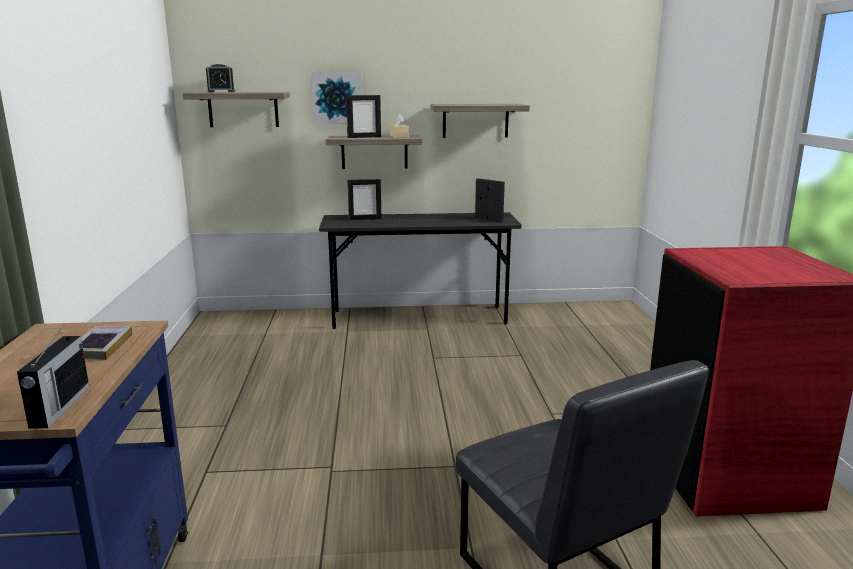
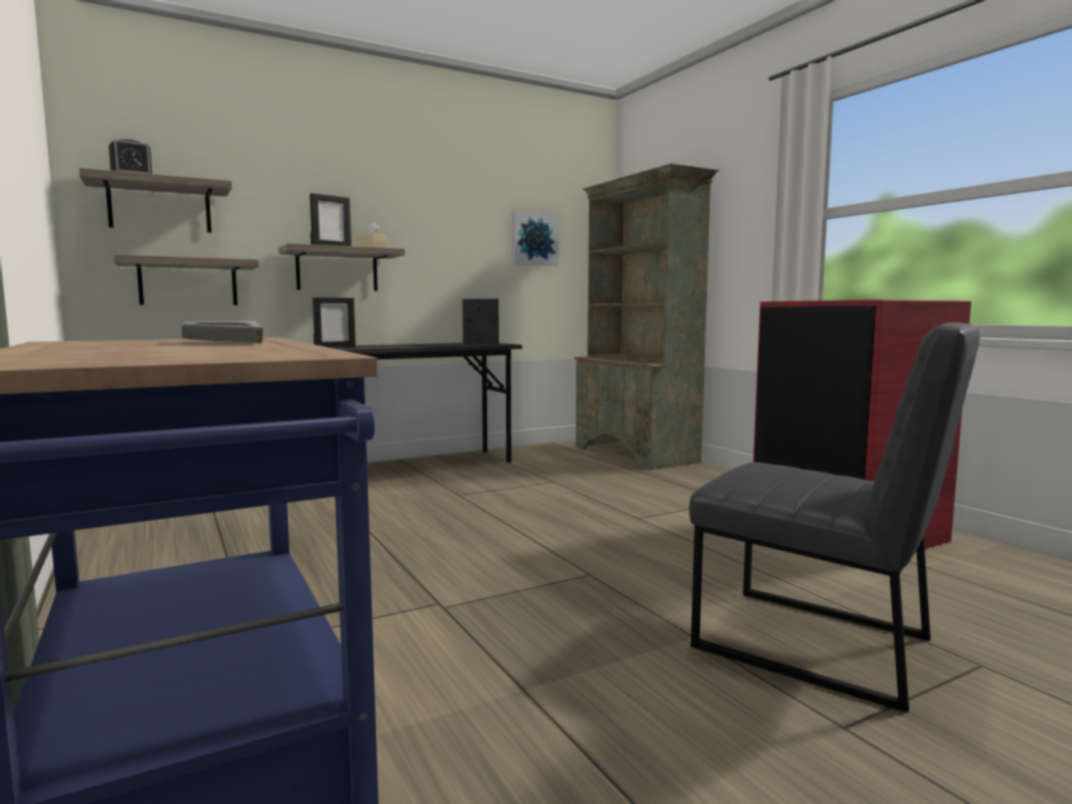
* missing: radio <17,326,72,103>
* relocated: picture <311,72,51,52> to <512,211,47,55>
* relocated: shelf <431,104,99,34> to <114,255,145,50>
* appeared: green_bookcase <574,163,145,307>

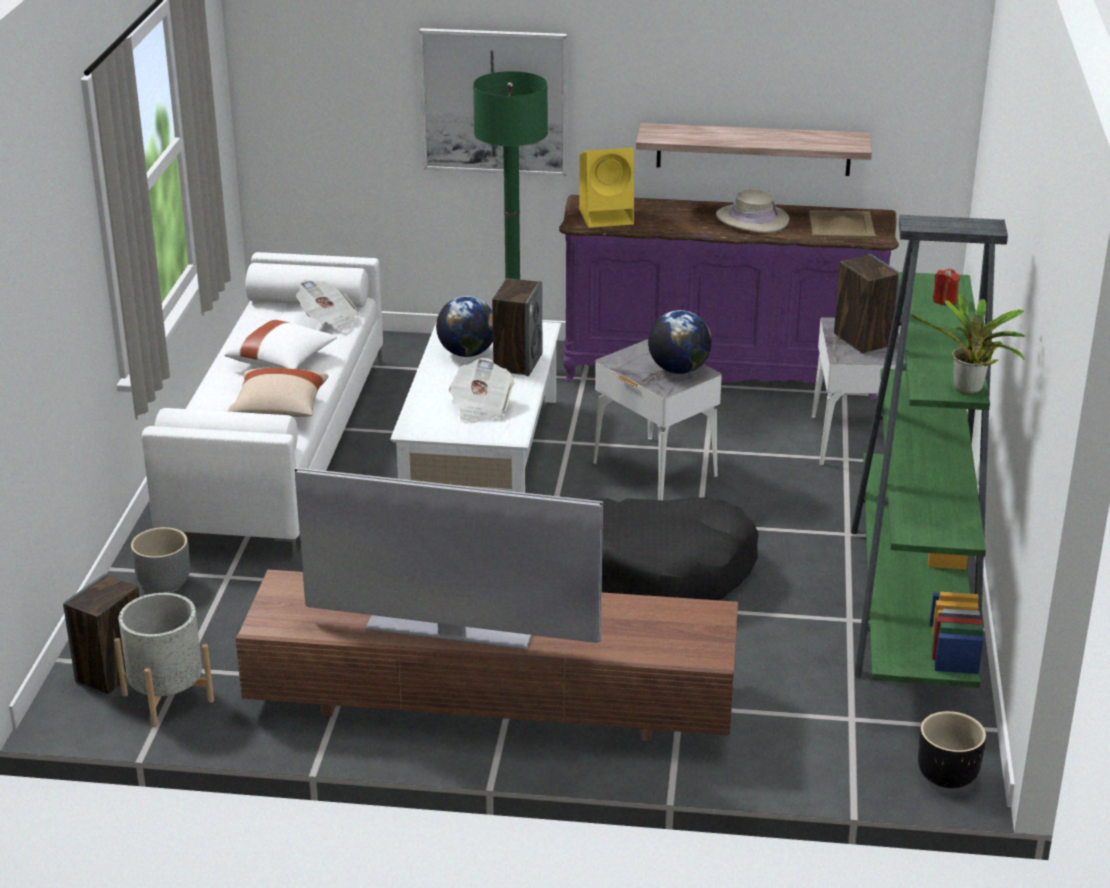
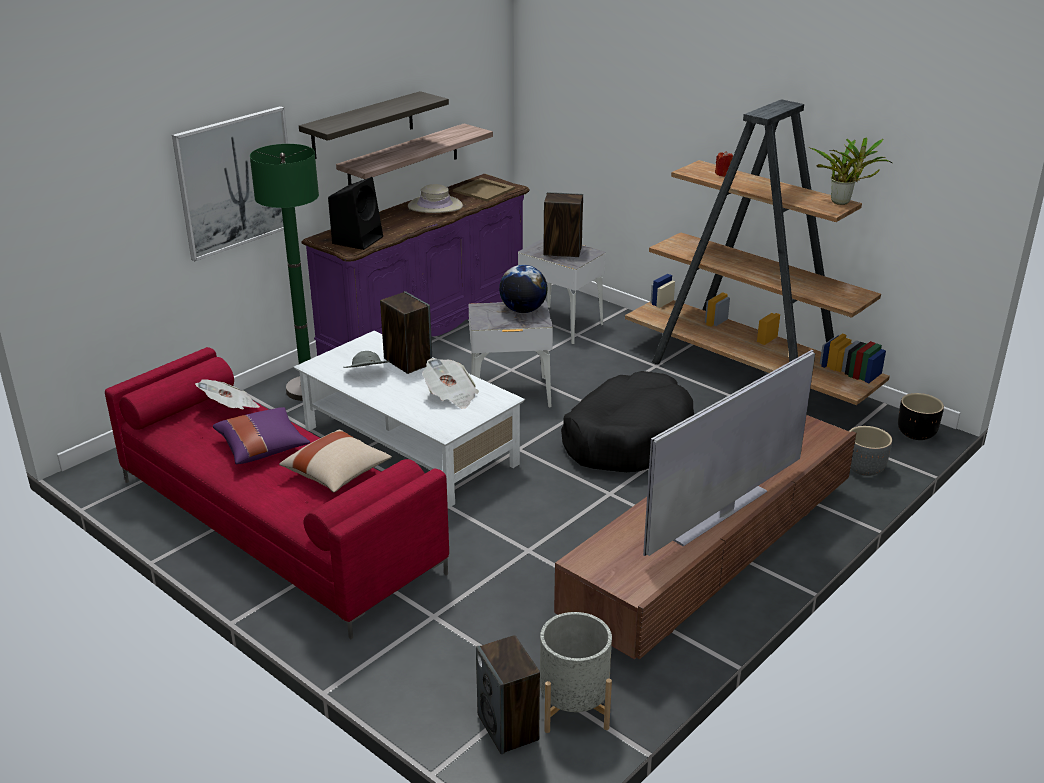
* relocated: grey_planter <131,527,59,65> to <849,426,43,50>
* colour: white_sofa <142,252,241,308> to red_sofa <105,347,344,292>
* colour: white_pillow <224,319,113,50> to purple_pillow <213,407,97,57>
* exchanged: globe <436,296,57,61> to grey_hat <343,351,47,17>
* colour: yellow_speaker <579,147,55,81> to black_speaker <328,177,55,73>
* colour: green_bookcase <851,215,157,473> to brown_bookcase <625,99,265,306>
* appeared: shelf <299,91,150,68>

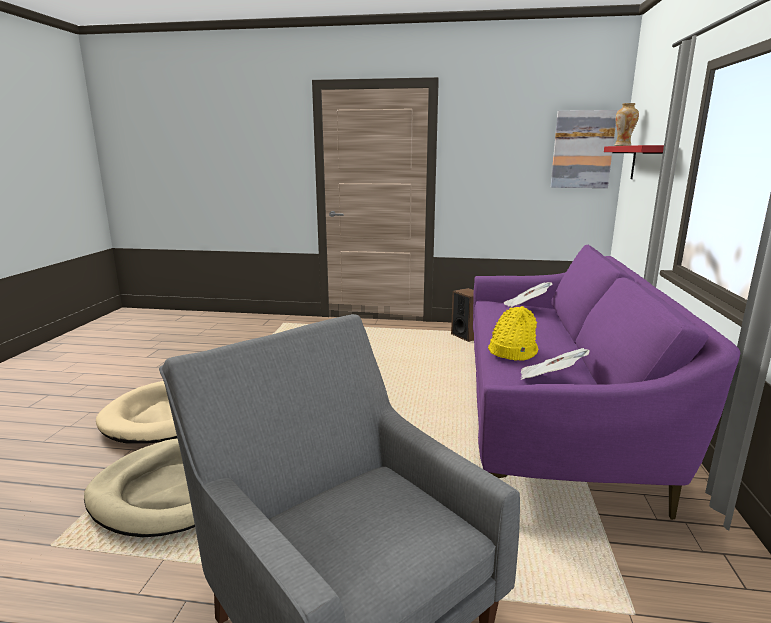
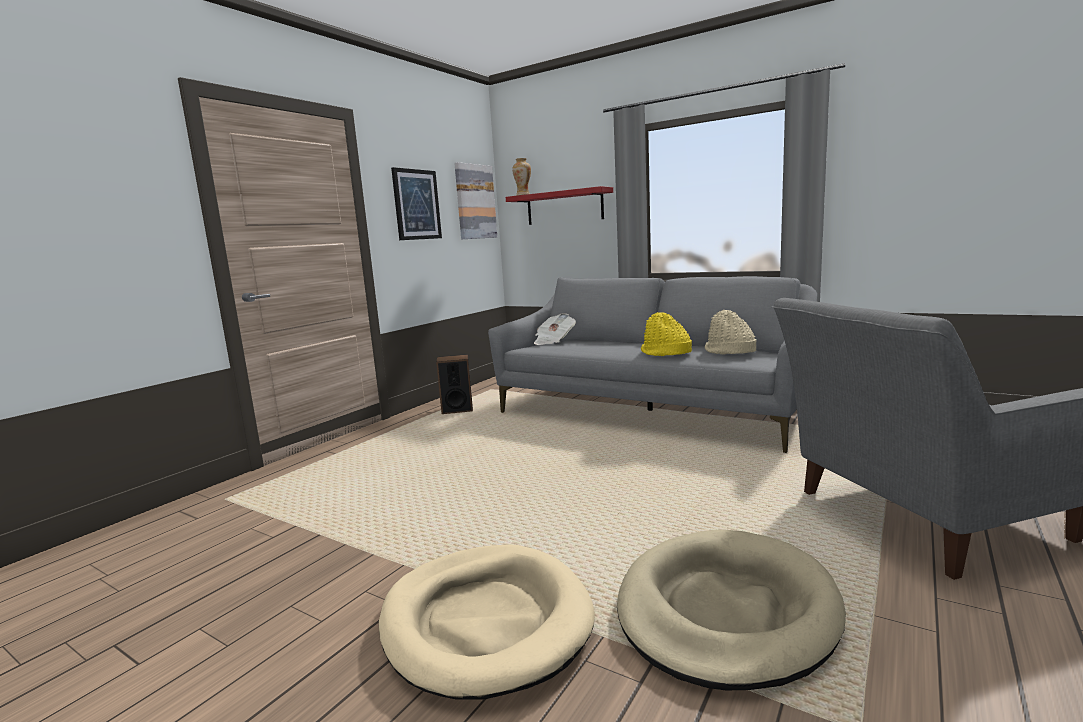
* colour: purple_sofa <473,245,267,275> to grey_sofa <488,276,329,177>
* exchanged: newspaper <520,348,70,32> to beige_hat <705,310,52,45>
* appeared: picture <391,167,51,73>

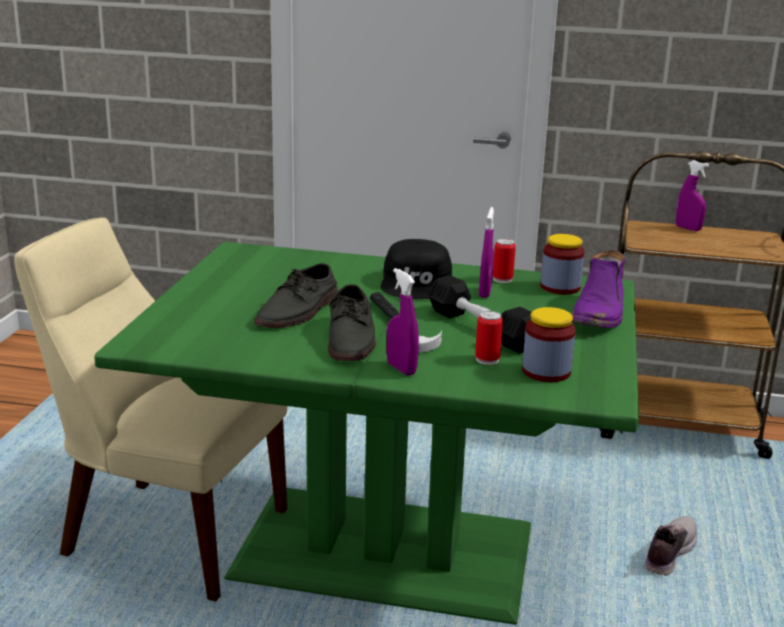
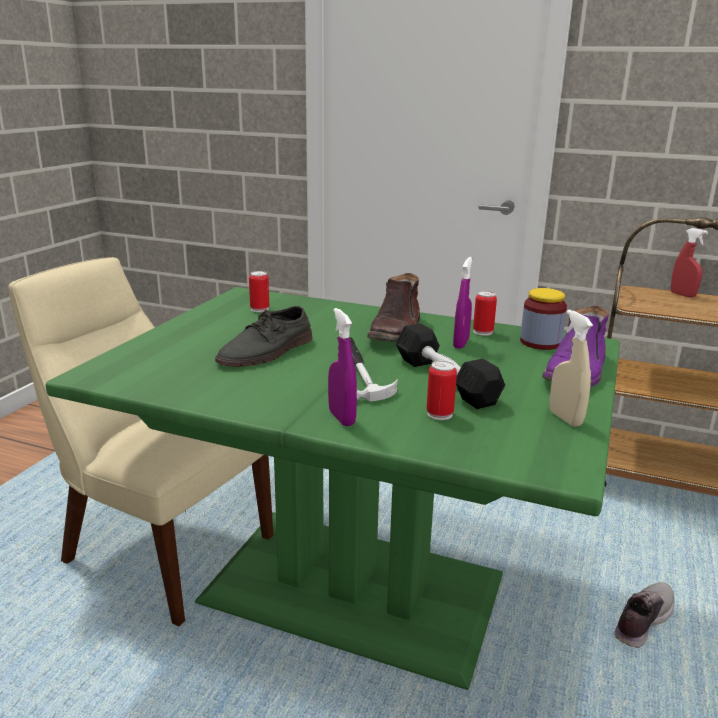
* missing: grey_shoe <328,284,48,77>
* exchanged: black_cap <381,239,71,60> to brown_boot <367,273,53,69>
* missing: jar <522,307,54,75>
* colour: purple_spray_bottle <676,160,33,71> to red_spray_bottle <671,228,37,69>
* appeared: can <249,271,20,41>
* appeared: beige_spray_bottle <550,310,43,117>

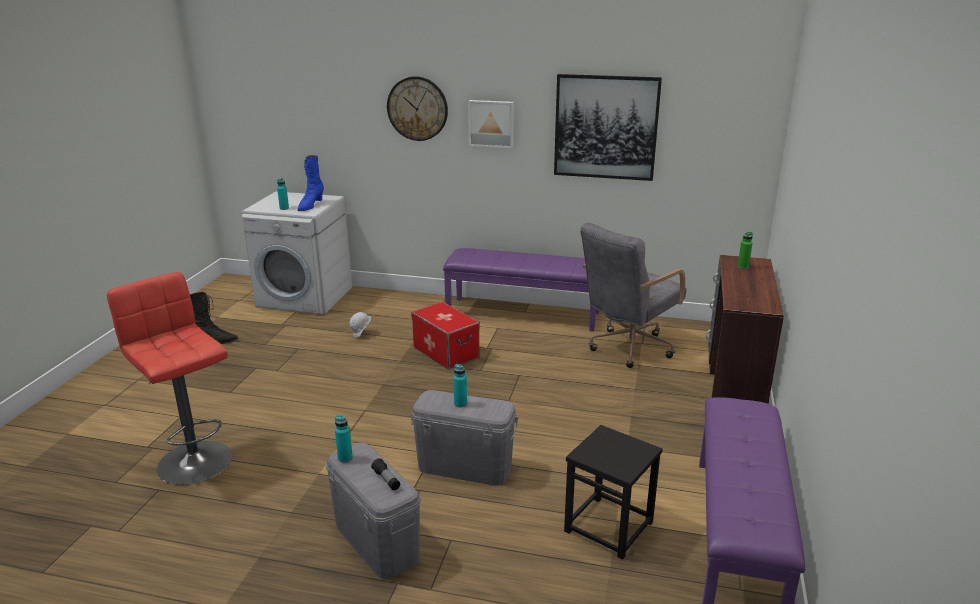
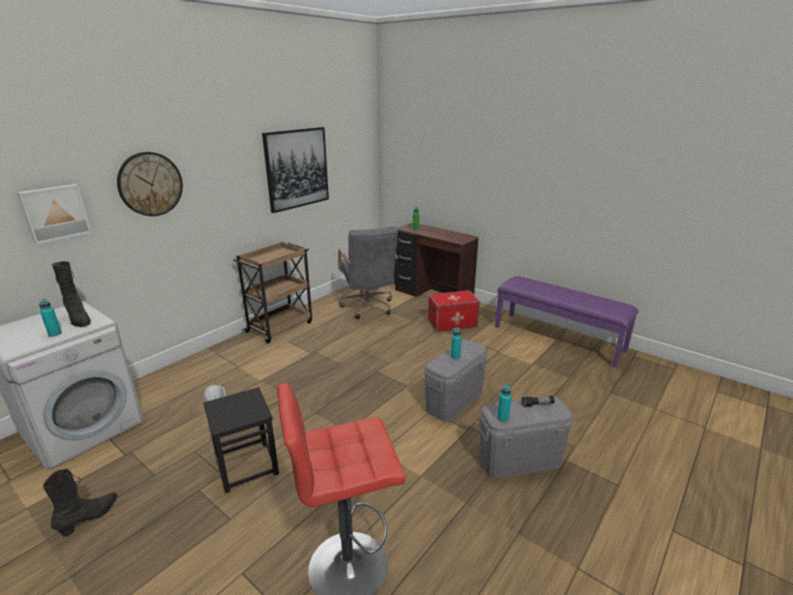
* colour: blue_boot <297,155,27,56> to black_boot <52,261,39,66>
* relocated: storage_box <411,302,69,68> to <428,290,52,42>
* exchanged: purple_bench <443,248,156,84> to brown_cart <233,241,79,103>
* relocated: picture <468,100,46,48> to <17,184,74,60>
* relocated: black_stool <564,425,98,135> to <204,387,75,106>

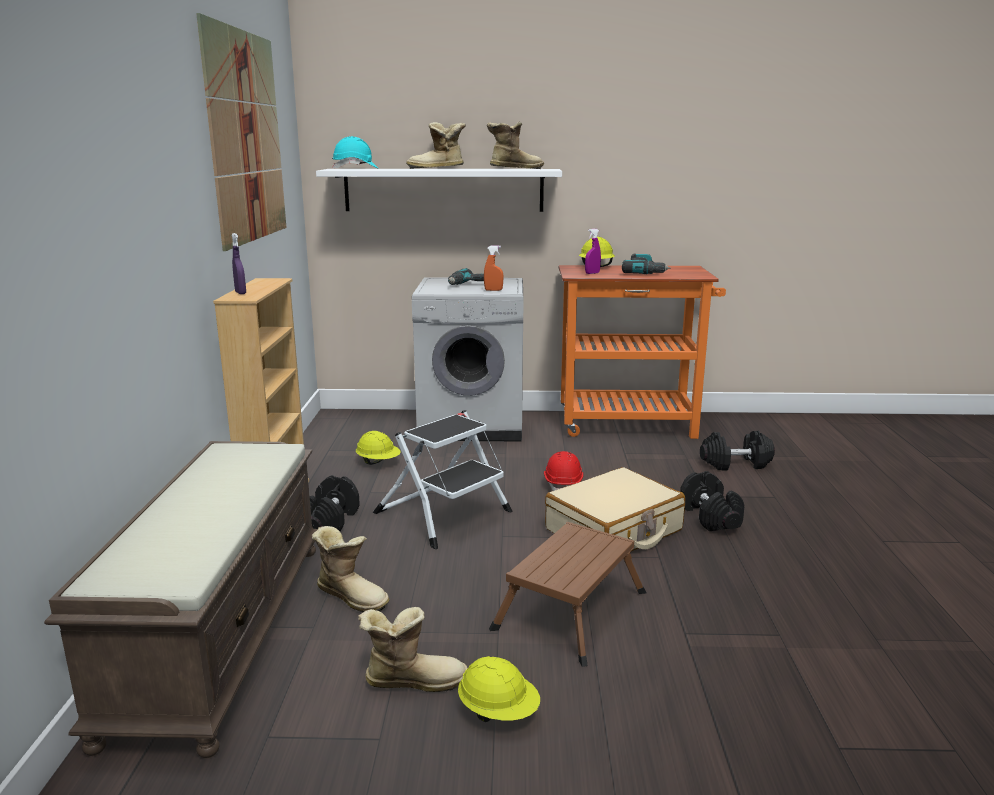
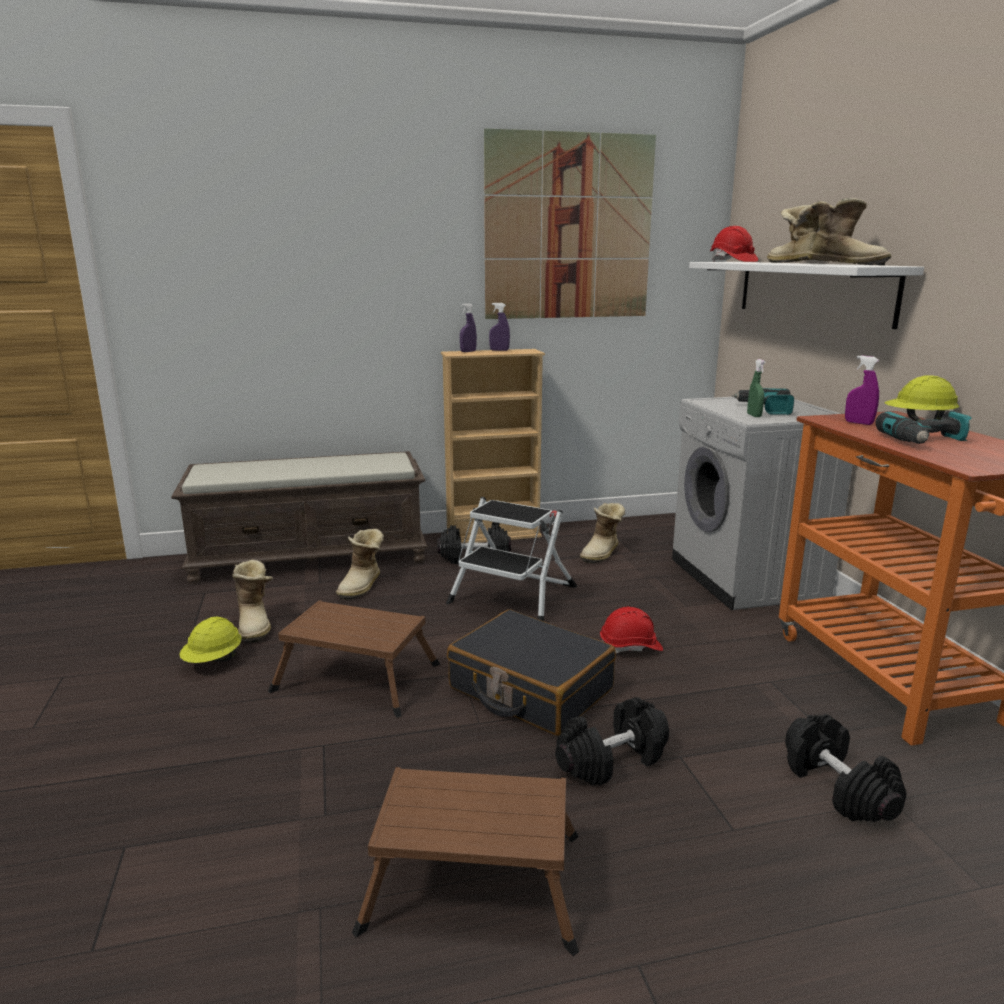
* colour: turquoise_hard_hat <332,136,47,33> to red_hard_hat <710,226,48,36>
* exchanged: yellow_hard_hat <356,431,44,34> to boot <580,503,45,60>
* colour: orange_spray_bottle <484,245,19,46> to green_spray_bottle <747,359,19,58>
* colour: beige_suitcase <545,467,140,84> to black_suitcase <447,609,169,127>
* appeared: brown_step_ladder <352,767,227,189>
* appeared: purple_spray_bottle <489,303,21,48>

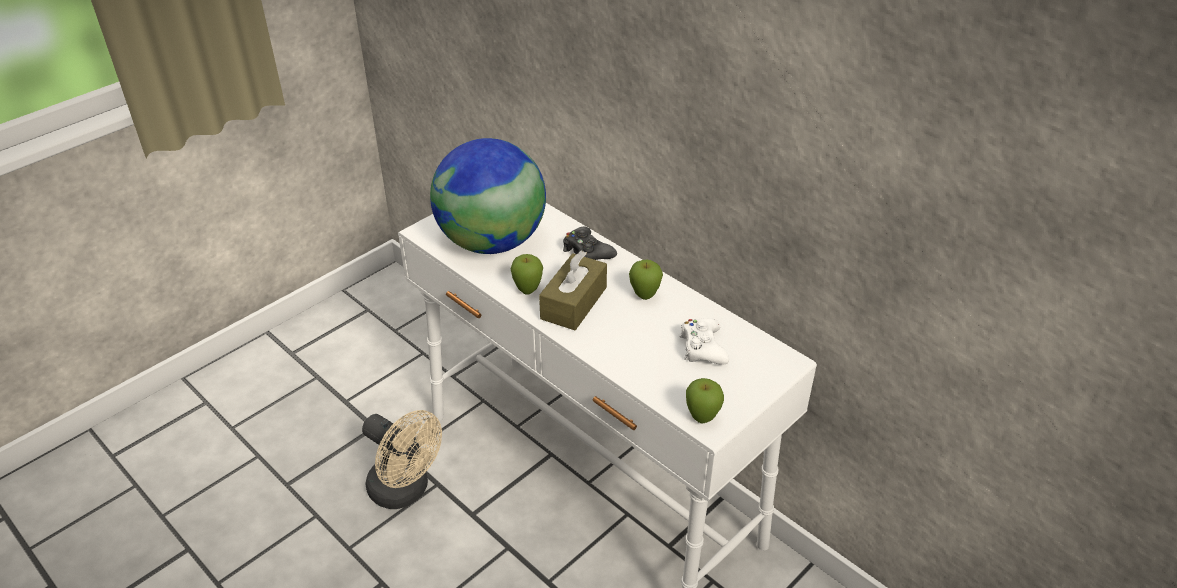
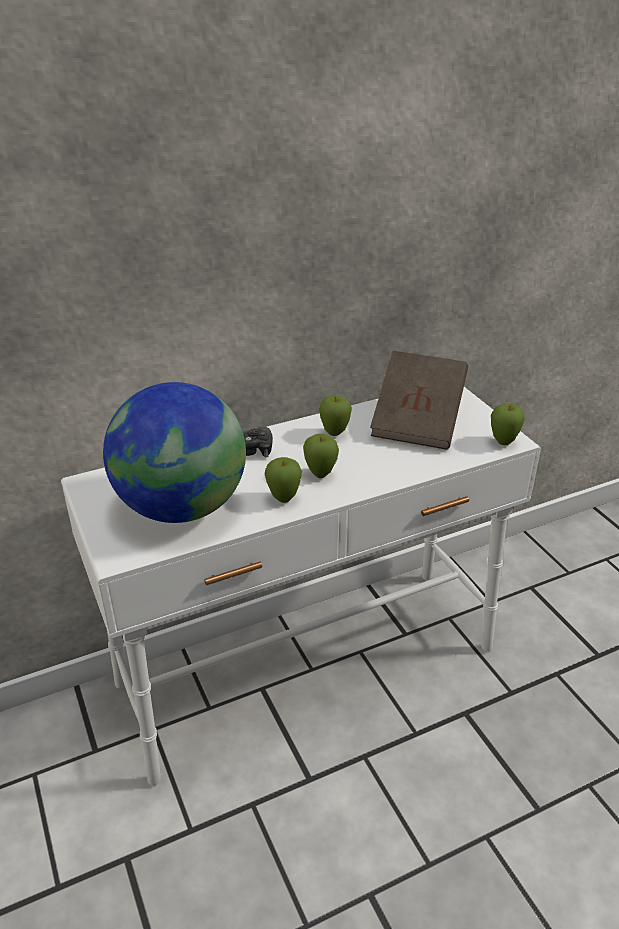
* missing: beige_fan <362,410,80,99>
* exchanged: brown_tissue_box <539,251,68,79> to apple <303,434,36,44>
* exchanged: white_game_controller <679,318,50,47> to brown_book <370,351,98,99>

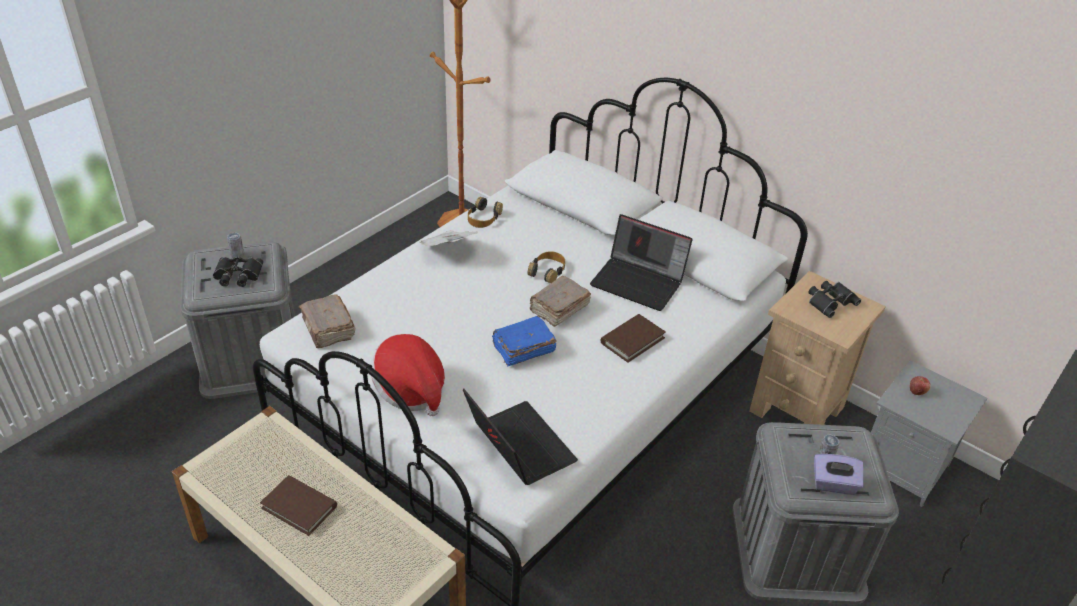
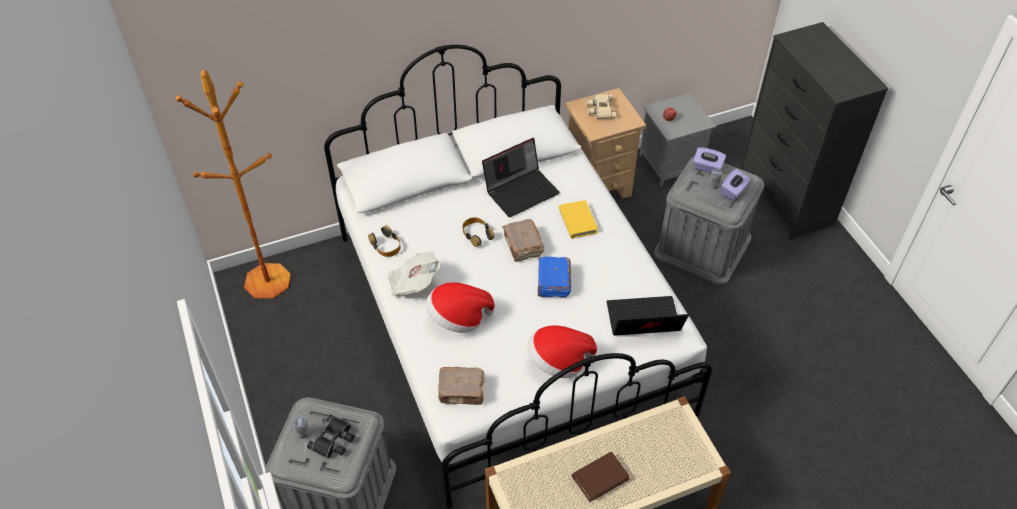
* colour: brown_book <601,314,65,49> to yellow_book <559,200,39,39>
* colour: black_binoculars <808,281,53,37> to beige_binoculars <586,94,30,25>
* appeared: hat <426,282,69,51>
* appeared: purple_tissue_box <693,147,33,26>

